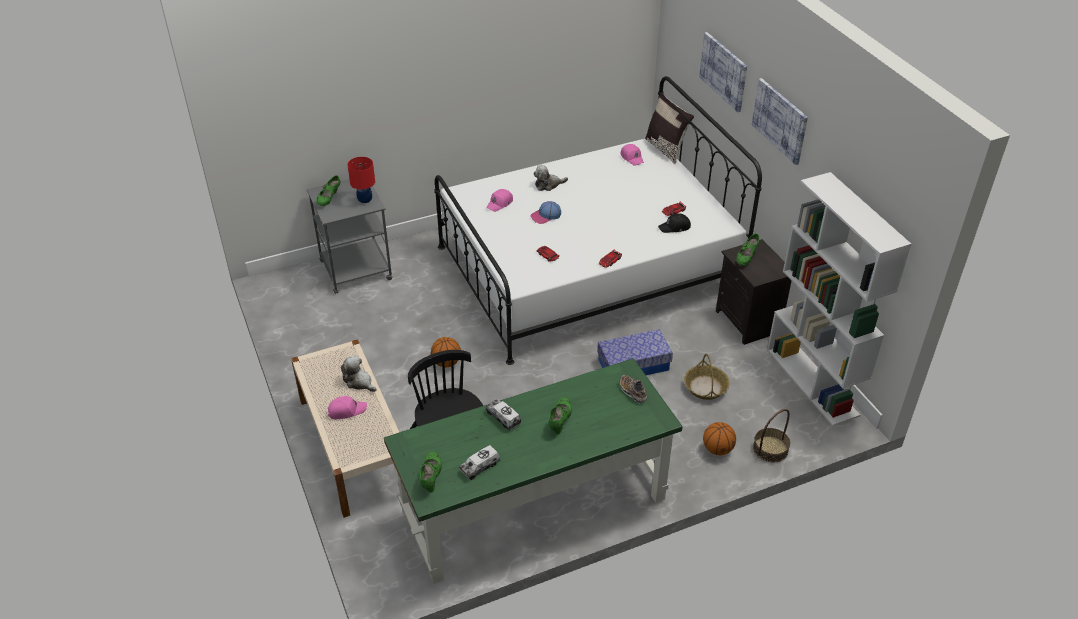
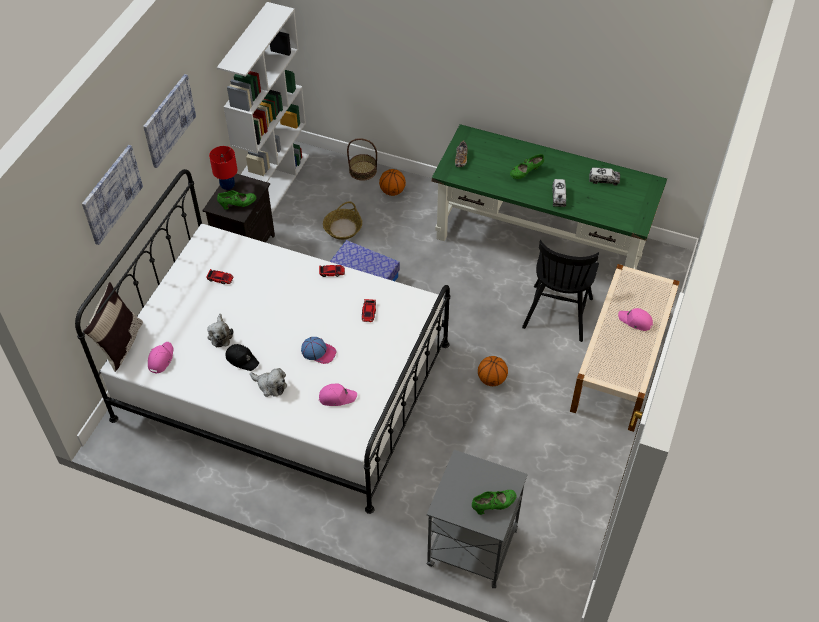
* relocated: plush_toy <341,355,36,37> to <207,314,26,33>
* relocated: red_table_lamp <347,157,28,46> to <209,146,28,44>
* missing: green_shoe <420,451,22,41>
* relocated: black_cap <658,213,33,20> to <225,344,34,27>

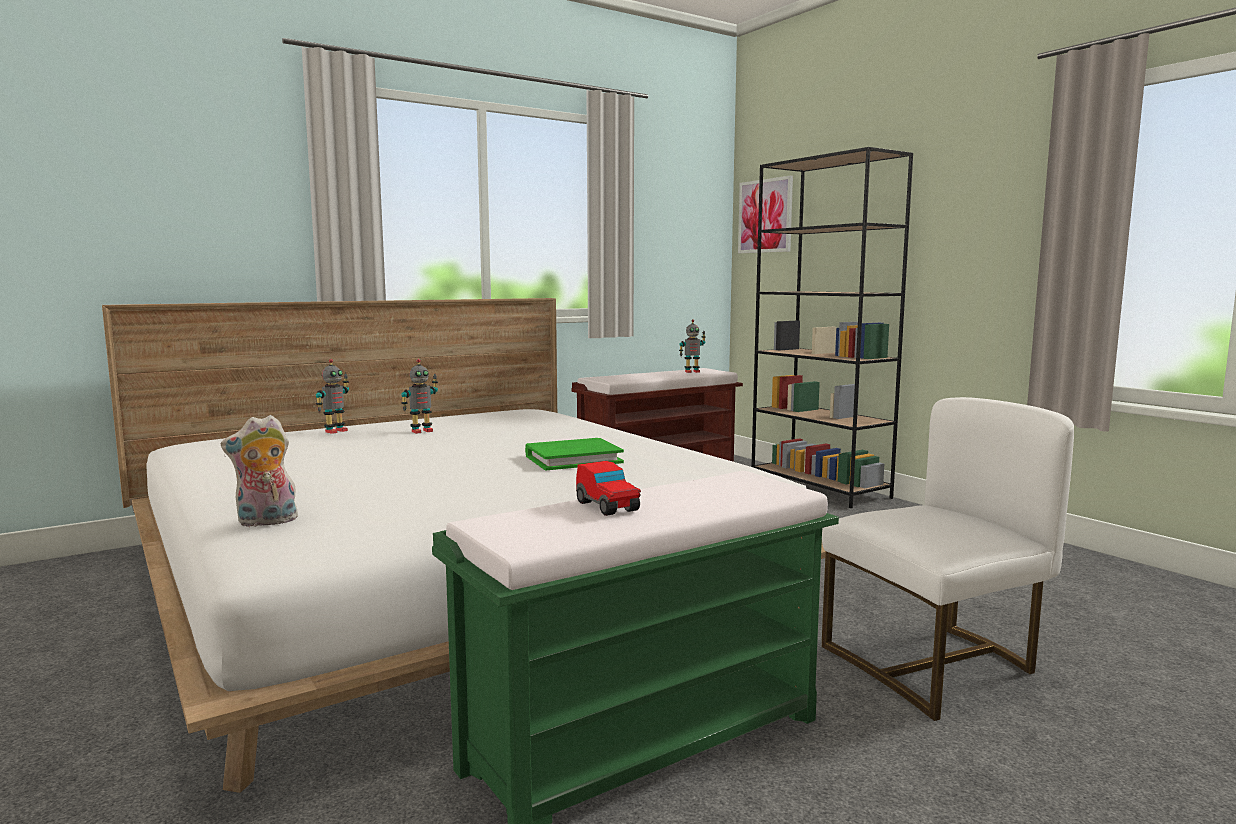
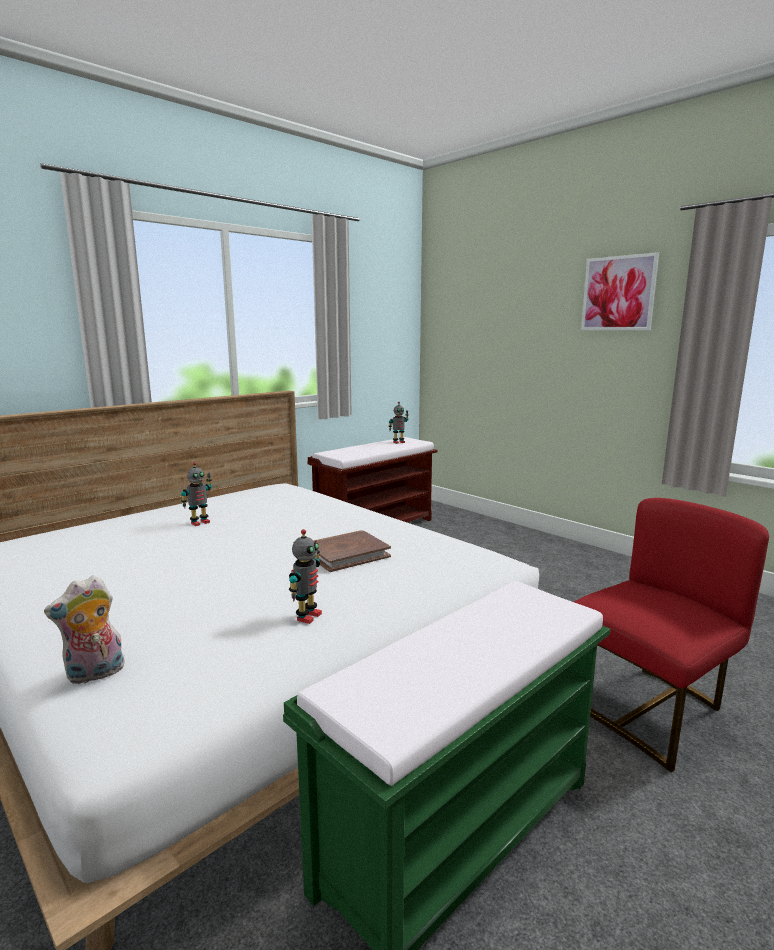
* relocated: toy_robot <316,359,33,75> to <289,529,33,95>
* colour: green_book <525,438,99,32> to brown_book <314,530,77,42>
* missing: toy_car <576,461,65,55>
* relocated: picture <738,176,55,77> to <581,252,78,78>
* missing: beige_bookcase <751,147,162,361>
* colour: white_chair <822,397,252,324> to red_chair <574,498,195,275>

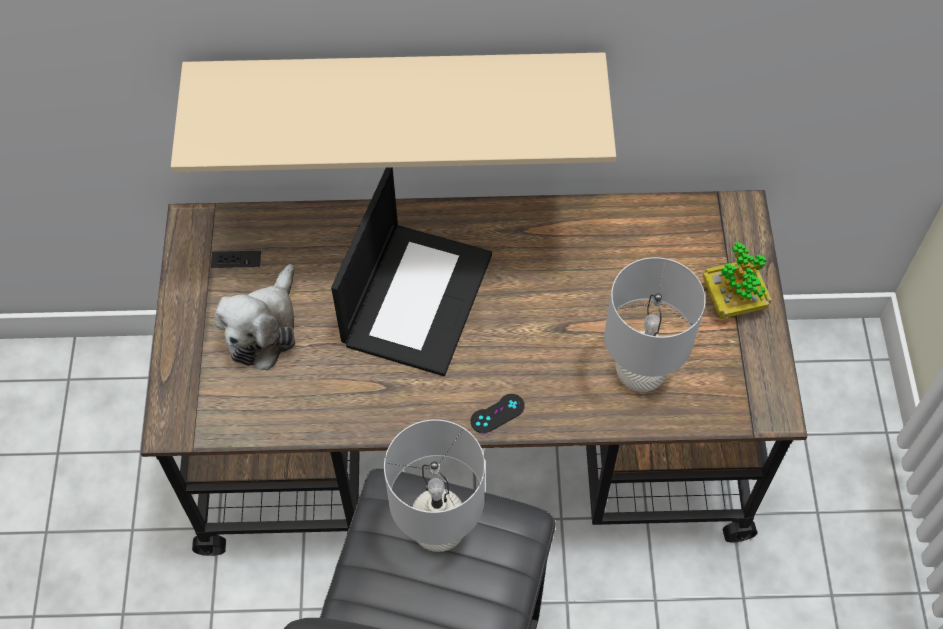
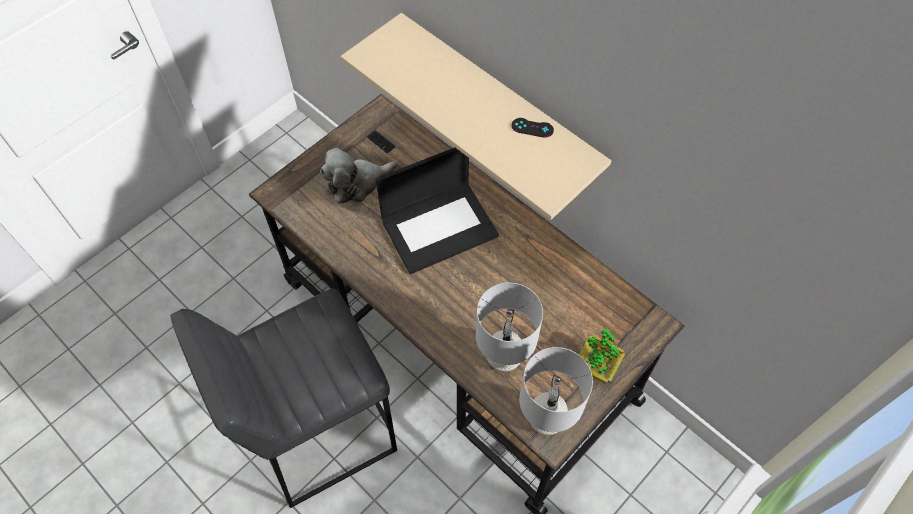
* relocated: grey_table_lamp <384,419,101,133> to <519,347,74,88>
* relocated: black_game_controller <471,394,54,39> to <512,118,42,20>

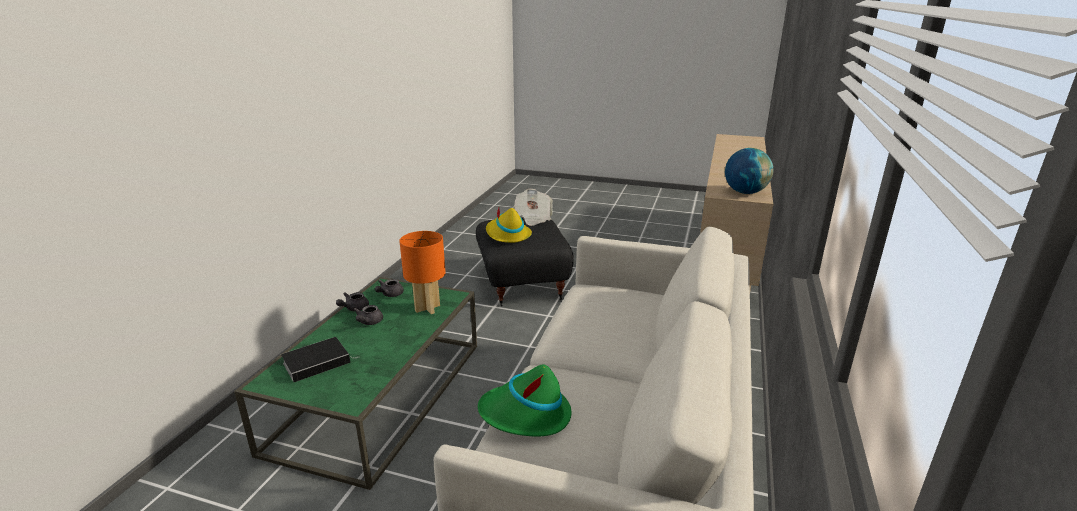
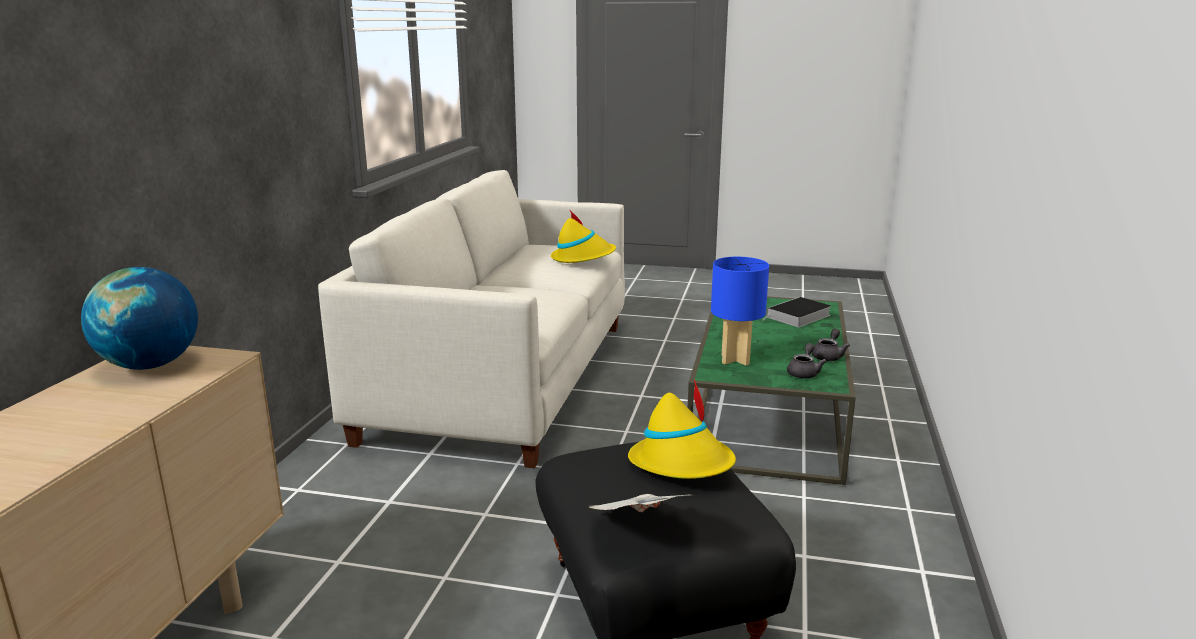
* missing: grey_teapot <353,305,30,20>
* colour: orange_table_lamp <399,231,47,83> to blue_table_lamp <711,257,58,109>
* colour: green_hat <478,364,94,72> to yellow_hat <551,209,65,54>

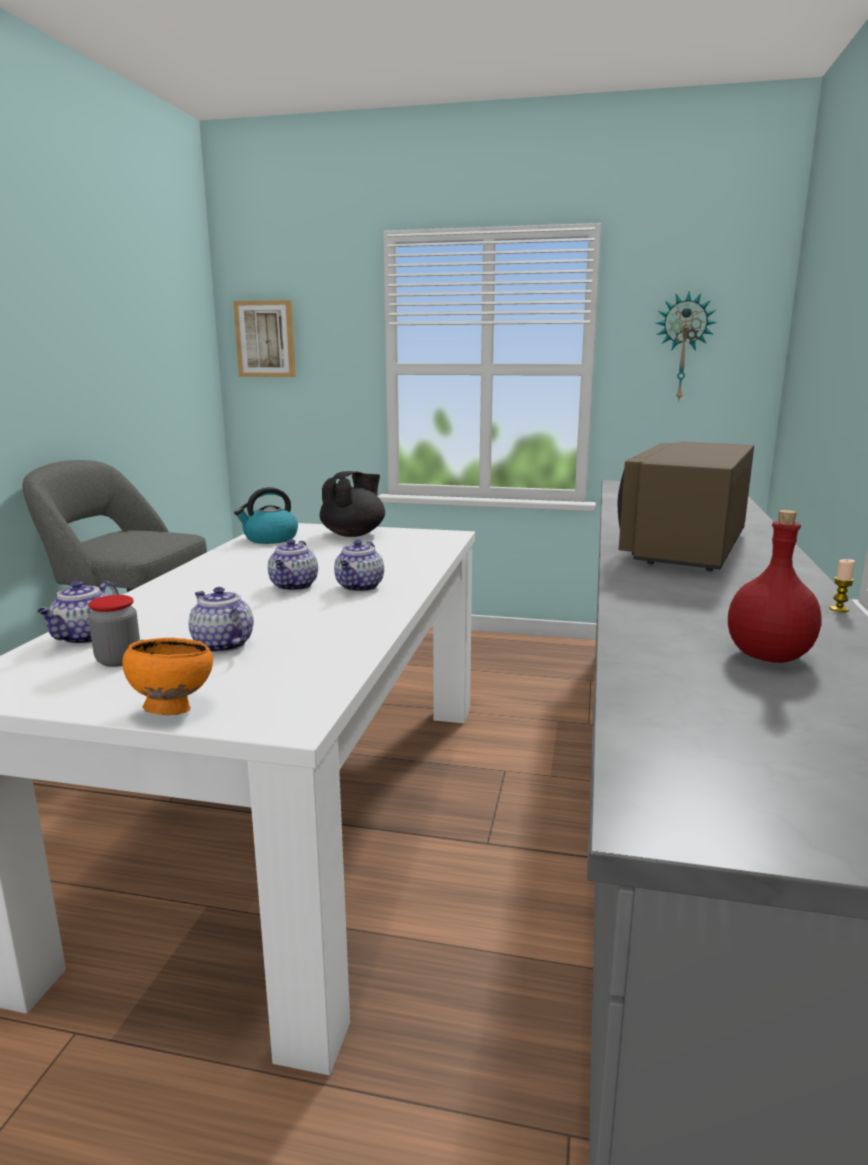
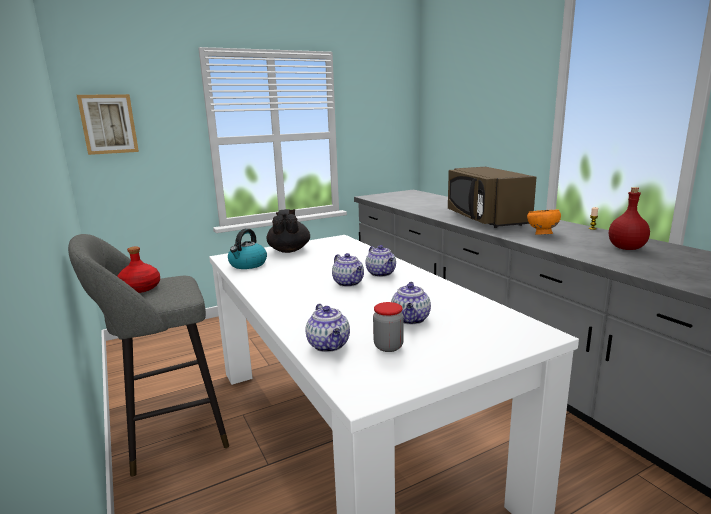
* relocated: orange_bowl <122,638,91,77> to <527,210,34,25>
* spun: teapot <189,587,65,66> = <391,282,40,43> 90 degrees counterclockwise
* missing: wall_clock <656,292,61,110>
* appeared: red_bottle <117,246,43,47>

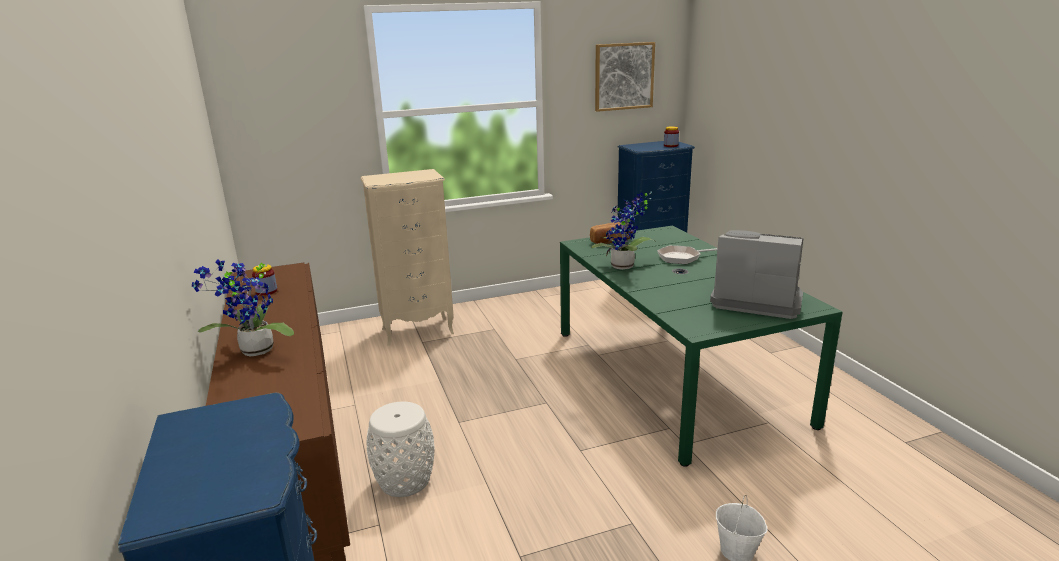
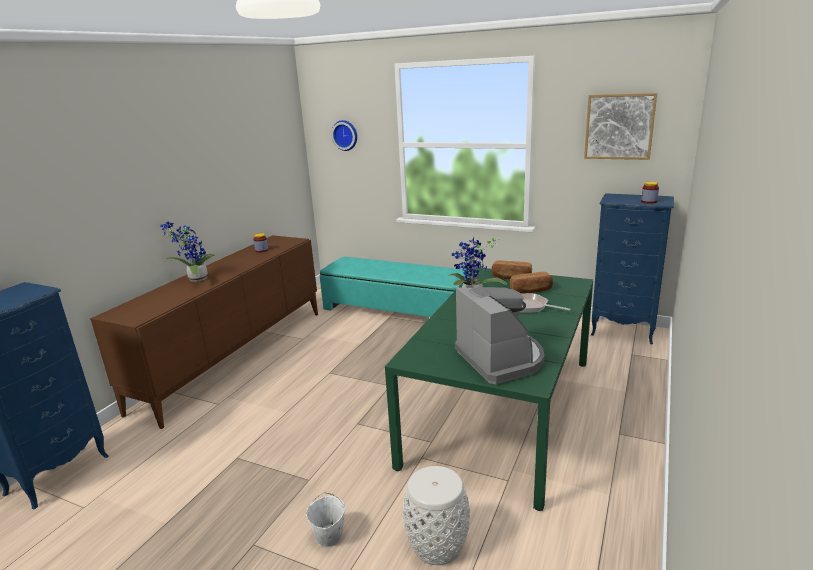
* exchanged: beige_dresser <360,169,94,177> to turquoise_bench <320,257,146,60>
* relocated: white_stool <367,402,68,95> to <403,466,67,99>
* appeared: wall_clock <331,120,26,31>
* appeared: bread <510,271,43,23>

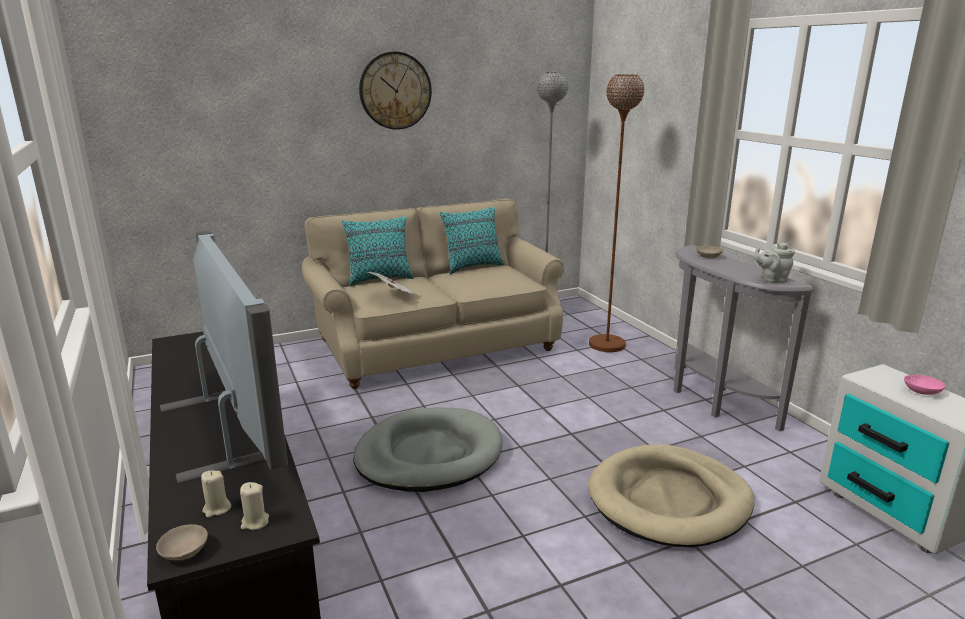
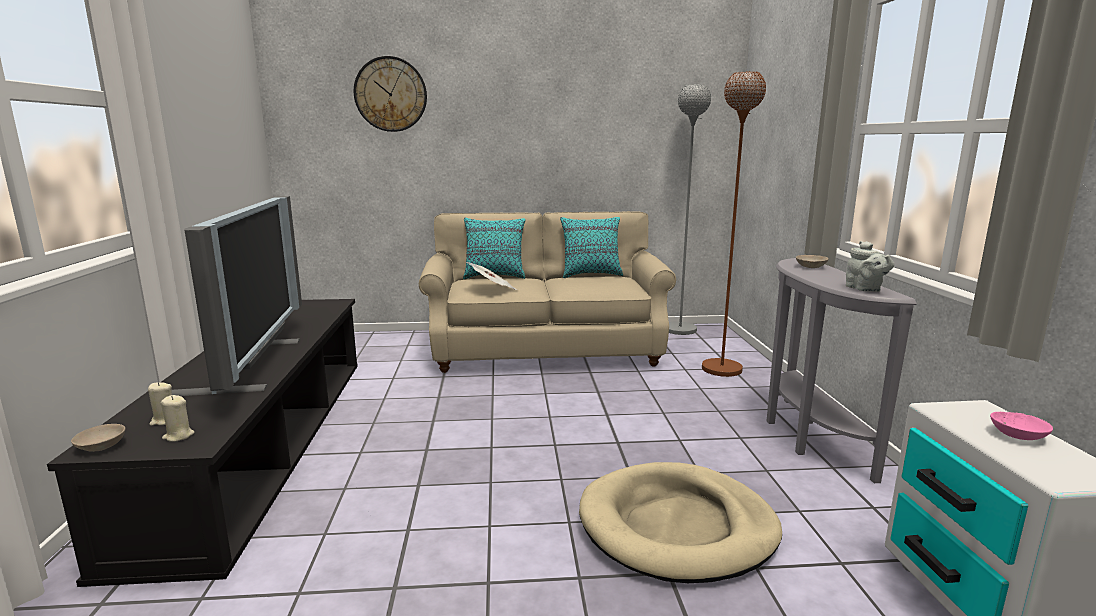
* missing: grey_dog_bed <353,407,150,85>
* relocated: wall_clock <359,51,73,79> to <354,56,73,76>
* spun: grey_teapot <754,242,41,41> = <846,241,48,51> 120 degrees counterclockwise

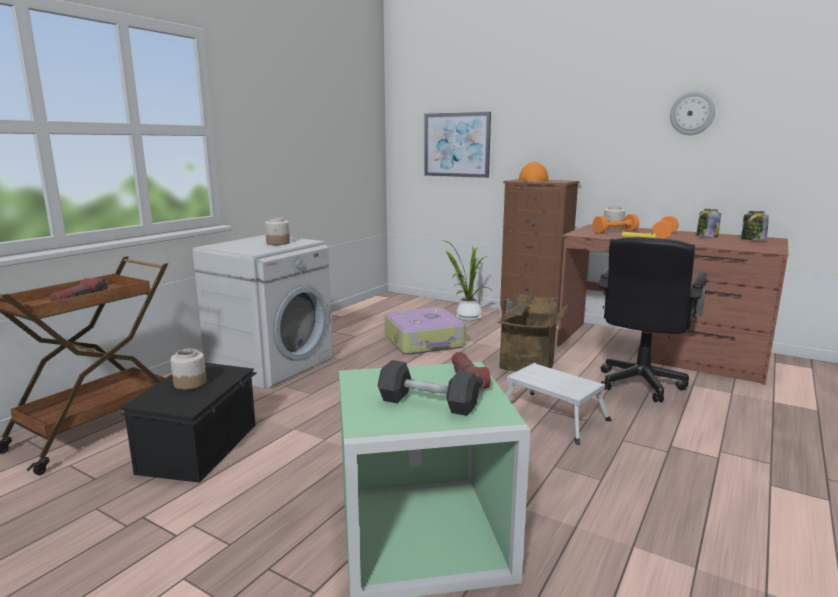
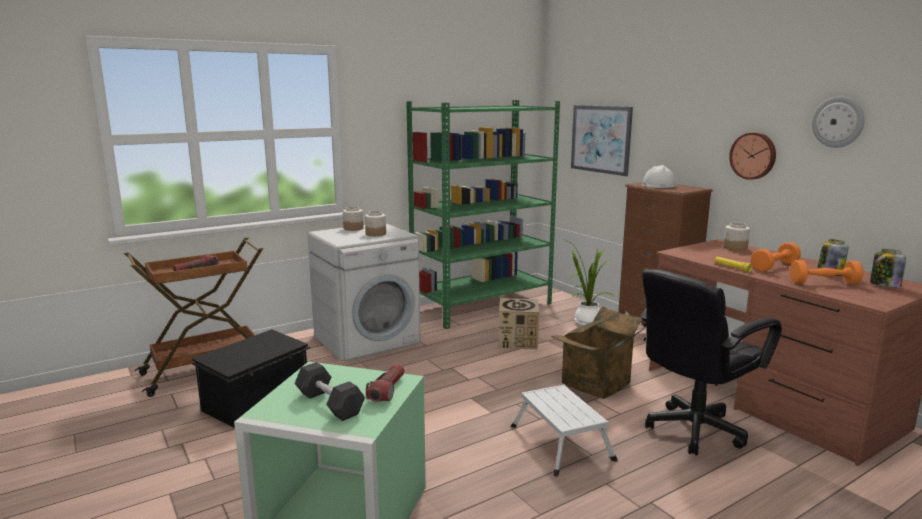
* relocated: jar <170,348,36,42> to <343,206,21,25>
* exchanged: suitcase <385,307,81,48> to cardboard_box <499,298,41,51>
* colour: orange_hard_hat <518,162,31,19> to white_hard_hat <642,165,35,23>
* relocated: orange_dumbbell <592,214,47,20> to <790,260,73,24>
* appeared: green_bookcase <406,100,154,229>
* appeared: wall_clock <729,132,47,48>

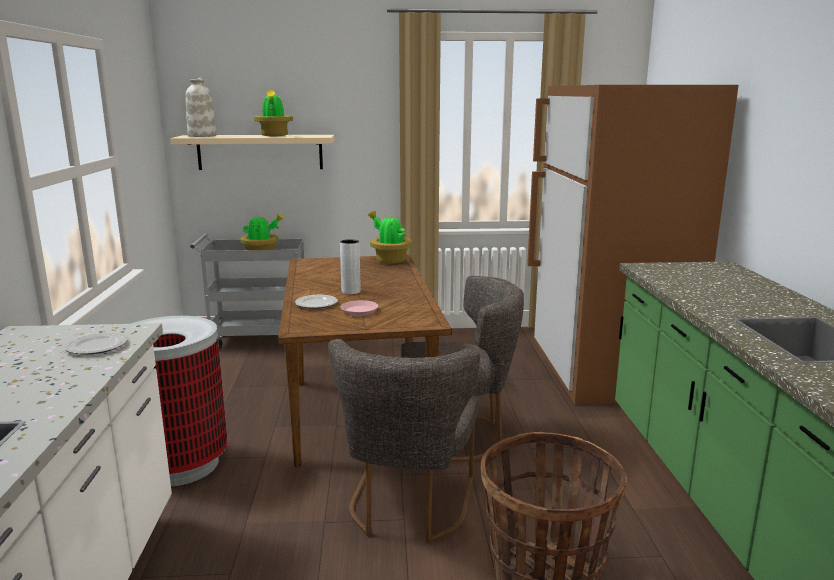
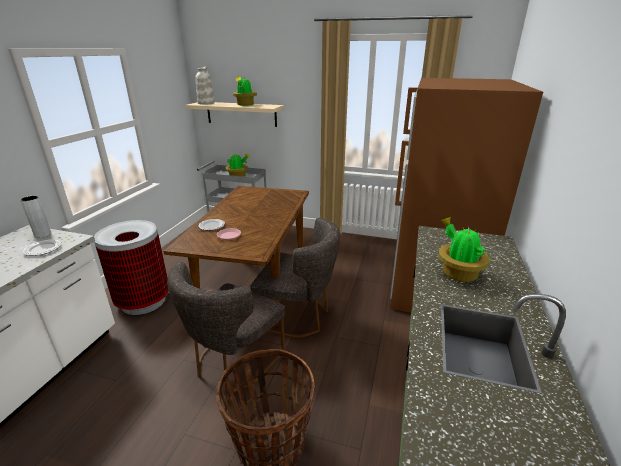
* relocated: grey_vase <340,239,21,55> to <20,196,31,42>
* relocated: potted_plant <368,211,44,52> to <438,217,52,65>

